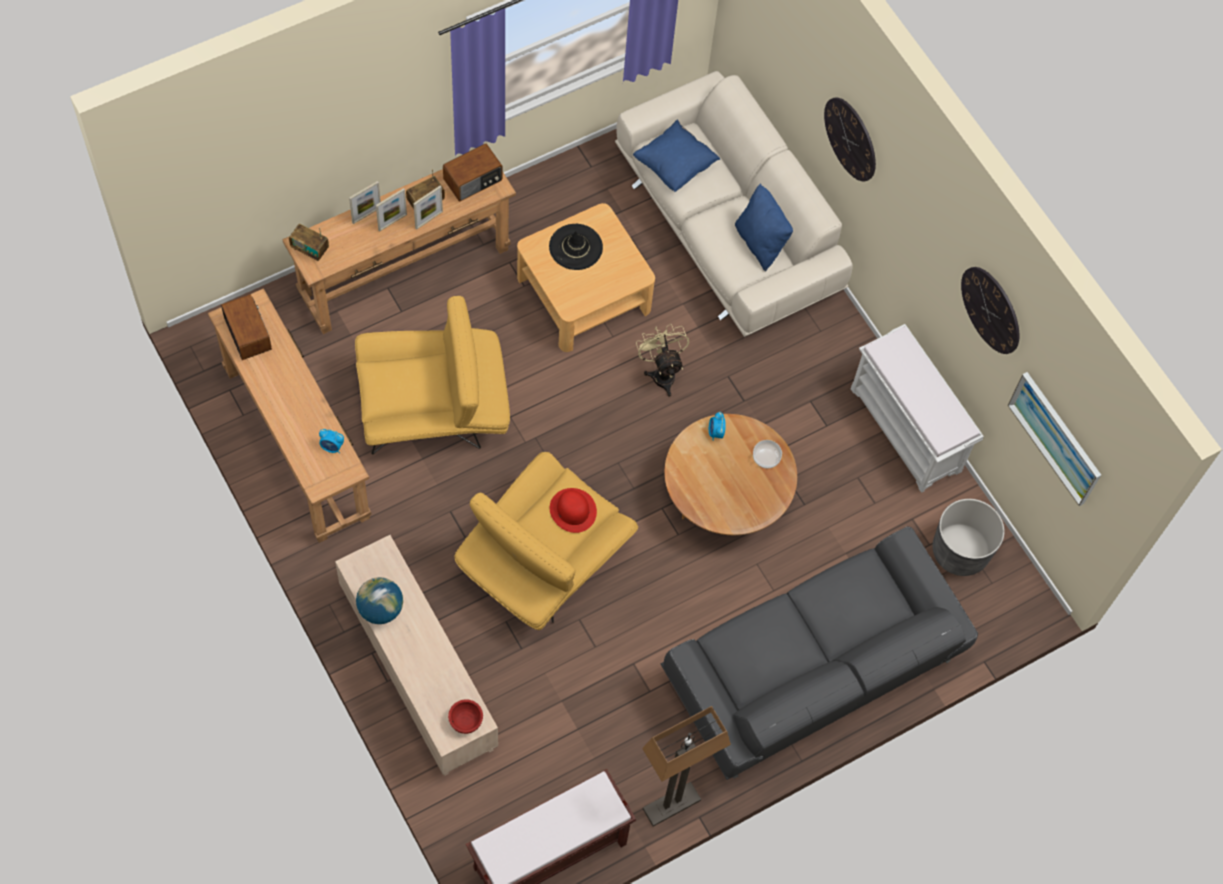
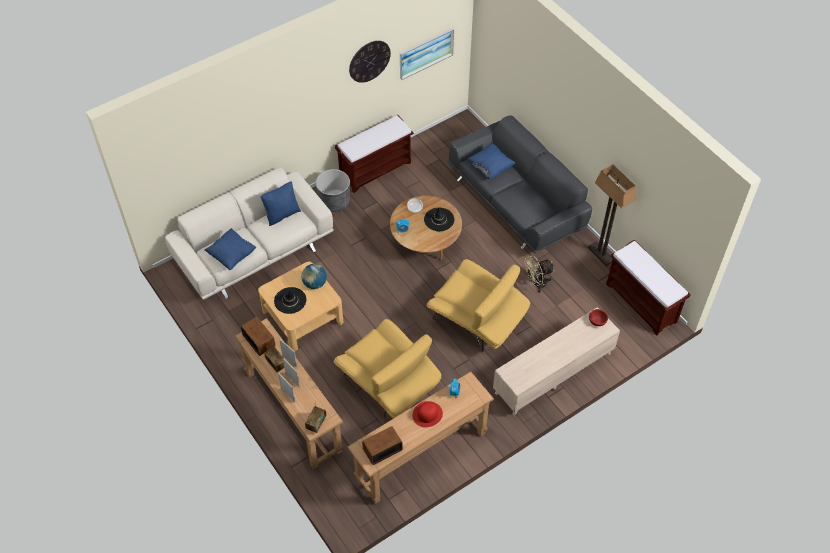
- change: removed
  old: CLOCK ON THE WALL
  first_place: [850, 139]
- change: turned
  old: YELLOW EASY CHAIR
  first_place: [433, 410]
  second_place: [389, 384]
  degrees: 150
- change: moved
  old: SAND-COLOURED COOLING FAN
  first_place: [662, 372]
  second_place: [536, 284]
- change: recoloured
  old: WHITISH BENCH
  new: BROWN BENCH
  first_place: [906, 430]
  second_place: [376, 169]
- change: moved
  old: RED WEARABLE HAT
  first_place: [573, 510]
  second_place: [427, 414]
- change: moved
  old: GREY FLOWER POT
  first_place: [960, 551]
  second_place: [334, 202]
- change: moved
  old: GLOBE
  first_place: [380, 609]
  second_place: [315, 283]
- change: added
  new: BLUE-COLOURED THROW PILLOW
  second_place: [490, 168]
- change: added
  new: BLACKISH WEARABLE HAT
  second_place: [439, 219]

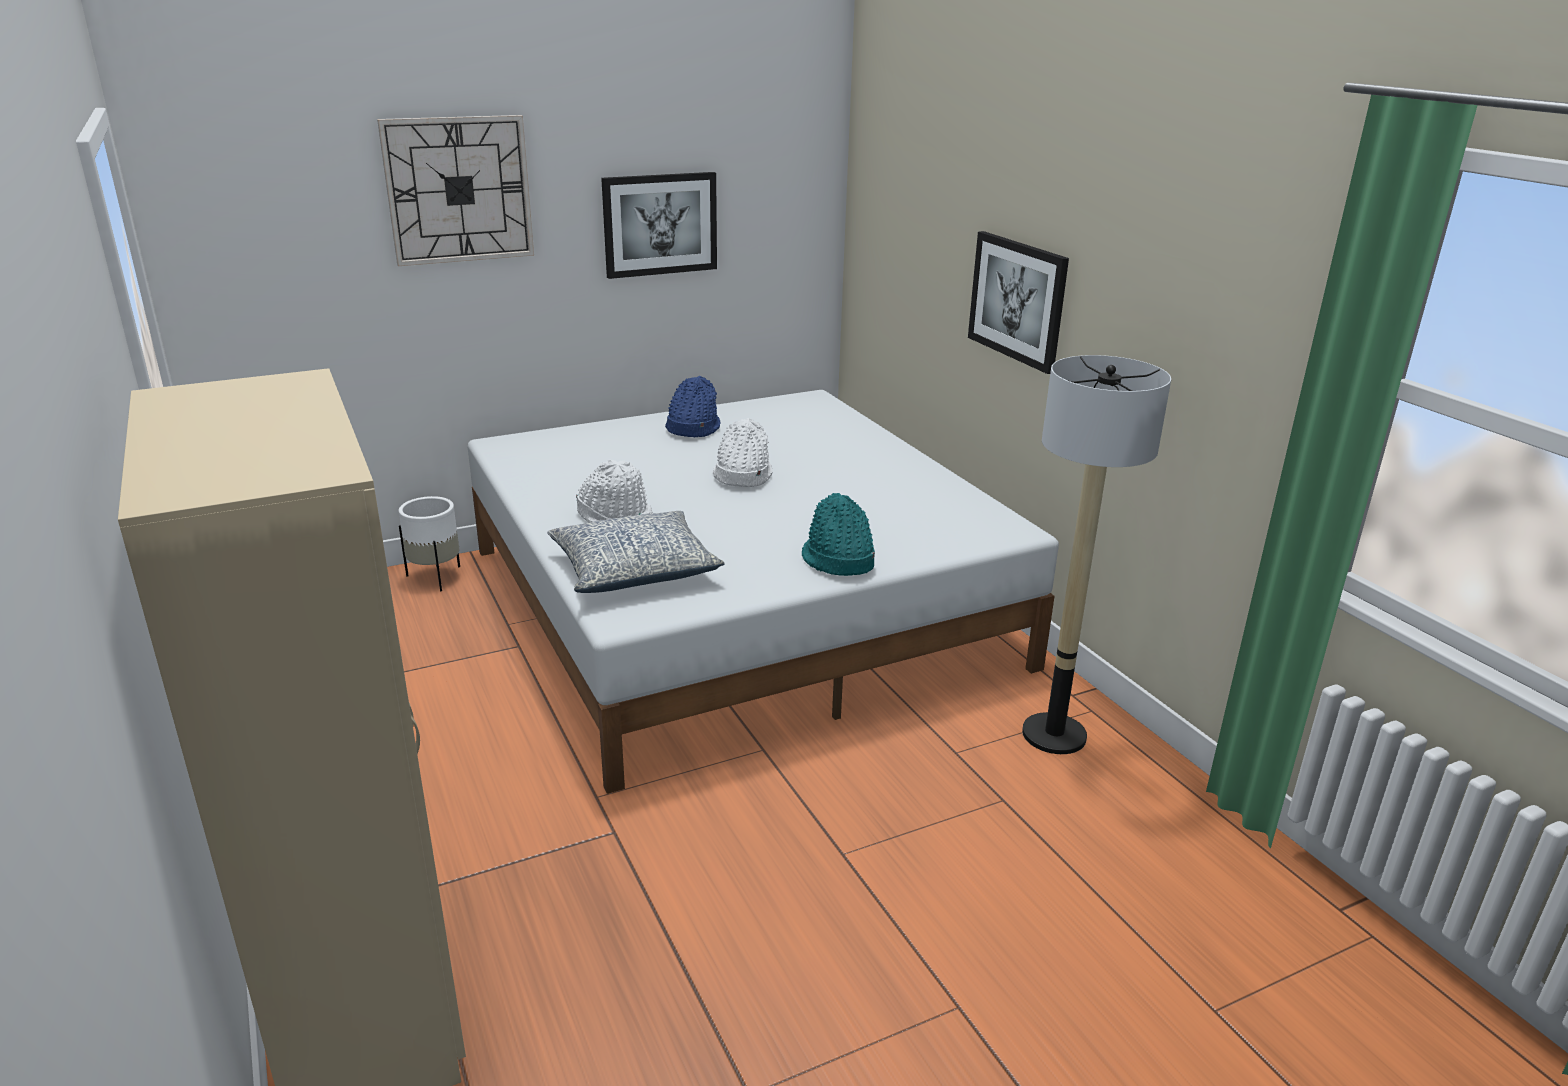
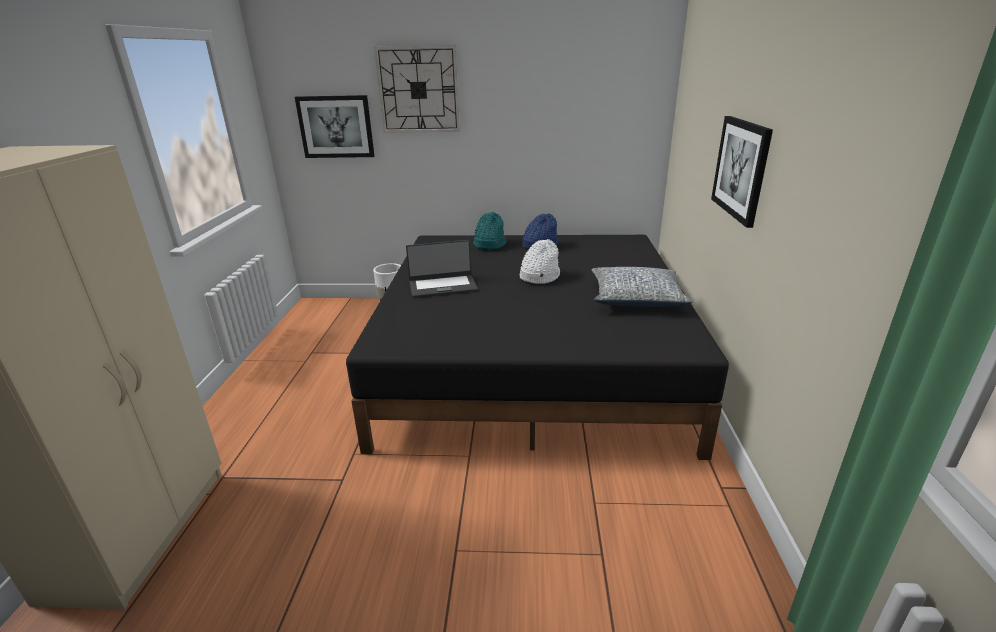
- change: moved
  old: WALL ART
  first_place: [660, 224]
  second_place: [336, 127]
- change: removed
  old: STANDARD LAMP
  first_place: [1054, 735]
- change: recoloured
  old: WHITISH BEDROOM BED
  new: BLACKISH BEDROOM BED
  first_place: [739, 606]
  second_place: [532, 359]
- change: replaced
  old: WHITISH WEARABLE HAT
  new: PORTABLE COMPUTER
  first_place: [615, 515]
  second_place: [442, 286]
- change: moved
  old: TURQUOISE-COLOURED WEARABLE HAT
  first_place: [837, 560]
  second_place: [489, 244]
- change: moved
  old: THROW PILLOW
  first_place: [634, 570]
  second_place: [636, 298]

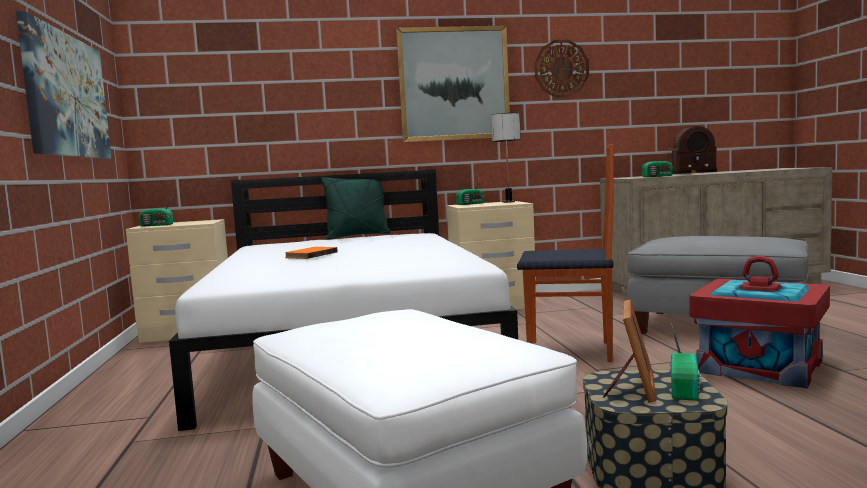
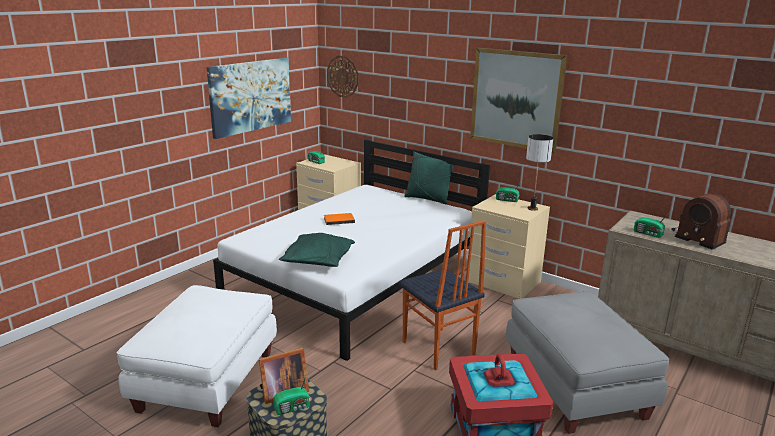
- change: moved
  old: CLOCK ON THE WALL
  first_place: [561, 69]
  second_place: [343, 76]
- change: added
  new: GREEN-COLOURED THROW PILLOW
  second_place: [318, 261]

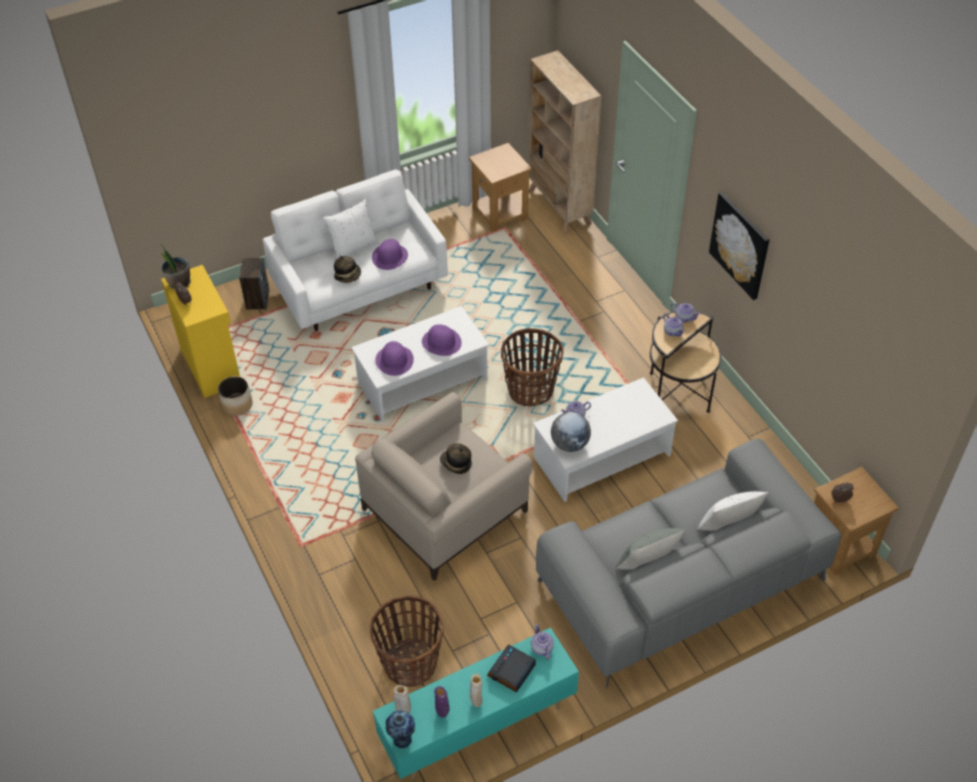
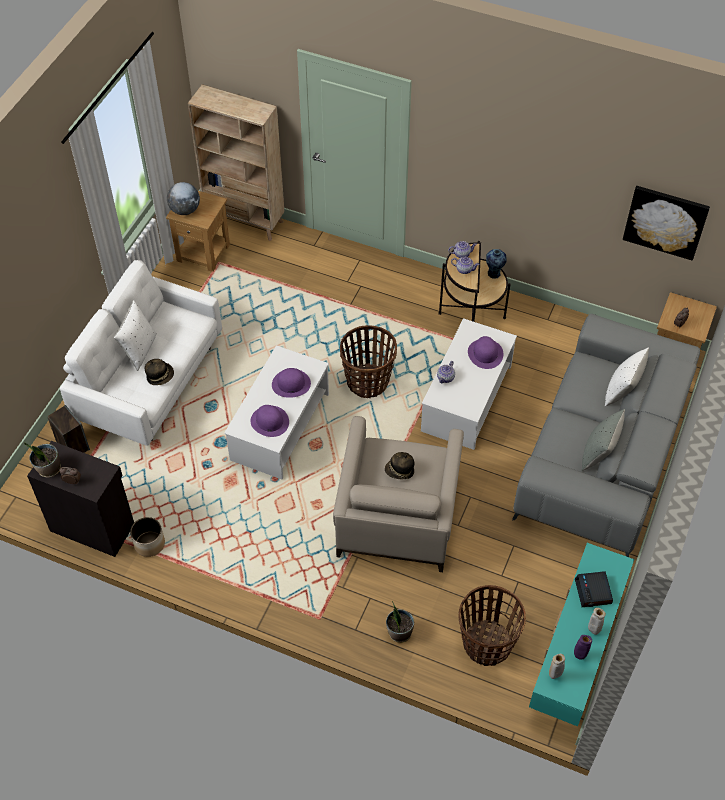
- change: moved
  old: WALL ART
  first_place: [740, 245]
  second_place: [665, 221]
- change: moved
  old: PURPLISH WEARABLE HAT
  first_place: [390, 257]
  second_place: [485, 353]
- change: recoloured
  old: YELLOW CABINET
  new: BLACKISH CABINET
  first_place: [212, 366]
  second_place: [92, 526]
- change: moved
  old: GLOBE
  first_place: [570, 444]
  second_place: [185, 210]
- change: removed
  old: TEAPOT
  first_place: [541, 648]
- change: moved
  old: DECORATIVE VASE
  first_place: [402, 740]
  second_place: [494, 274]
- change: added
  new: PLANT IN A POT
  second_place: [399, 632]

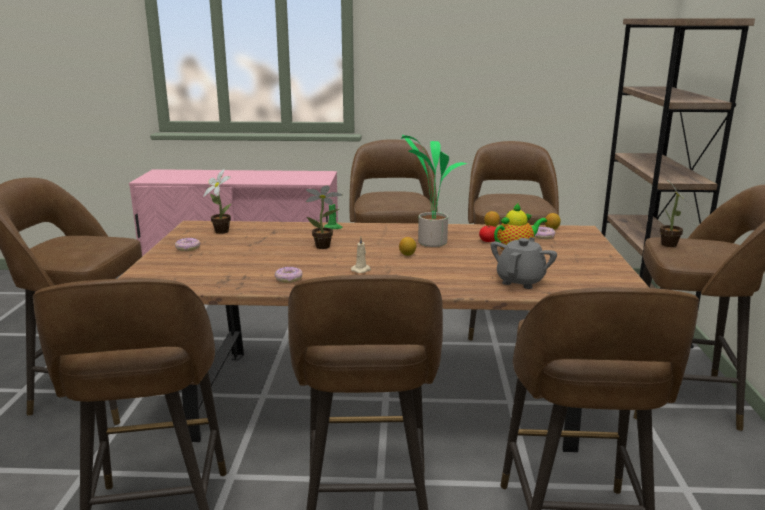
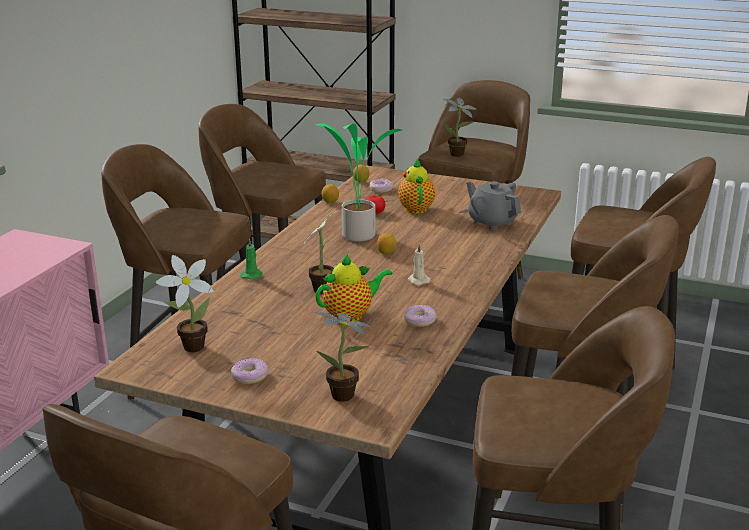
- change: added
  new: TEAPOT
  second_place: [351, 315]
- change: added
  new: PLANT IN A POT
  second_place: [346, 397]

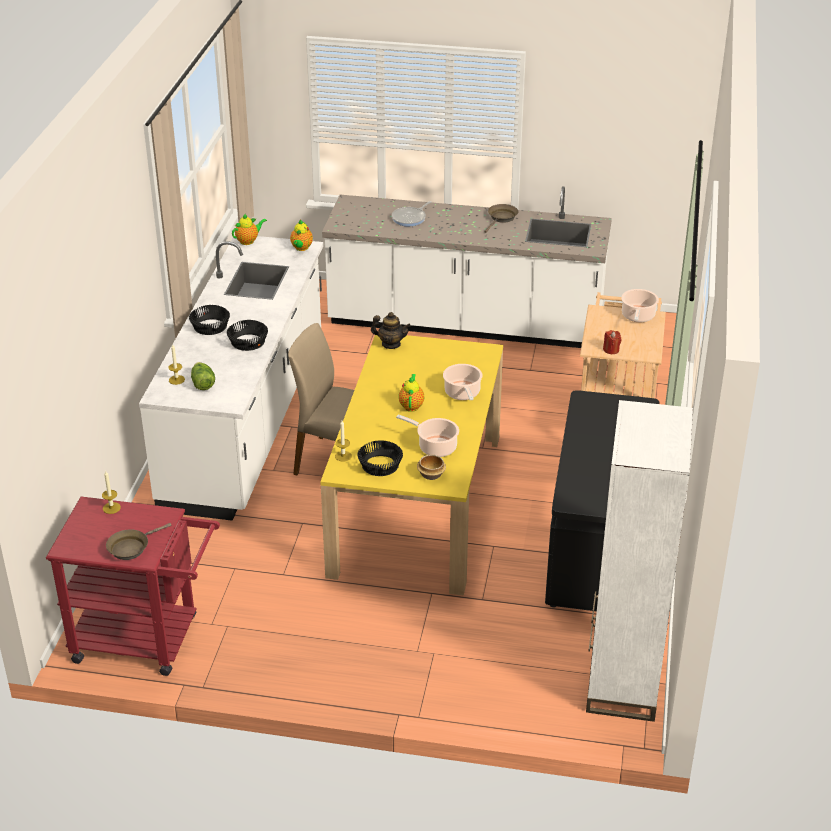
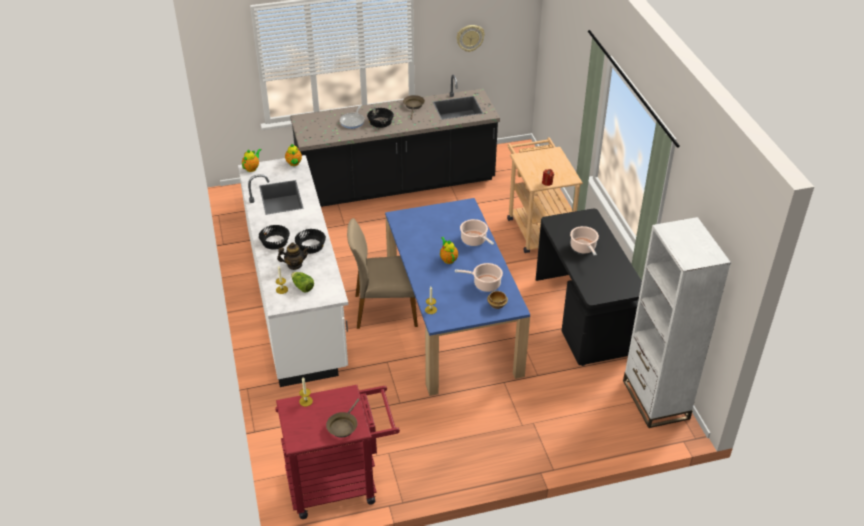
- change: recoloured
  old: WHITISH KITCHEN COUNTER
  new: BLACKISH KITCHEN COUNTER
  first_place: [465, 324]
  second_place: [396, 185]
- change: moved
  old: COOKING POT
  first_place: [638, 317]
  second_place: [583, 248]
- change: moved
  old: TEAPOT
  first_place: [391, 344]
  second_place: [294, 265]
- change: recoloured
  old: YELLOW KITCHEN TABLE
  new: BLUE-COLOURED KITCHEN TABLE
  first_place: [418, 503]
  second_place: [453, 322]
- change: moved
  old: BLACKISH SERVING BOWL
  first_place: [379, 465]
  second_place: [380, 122]
- change: added
  new: CLOCK ON THE WALL
  second_place: [470, 38]

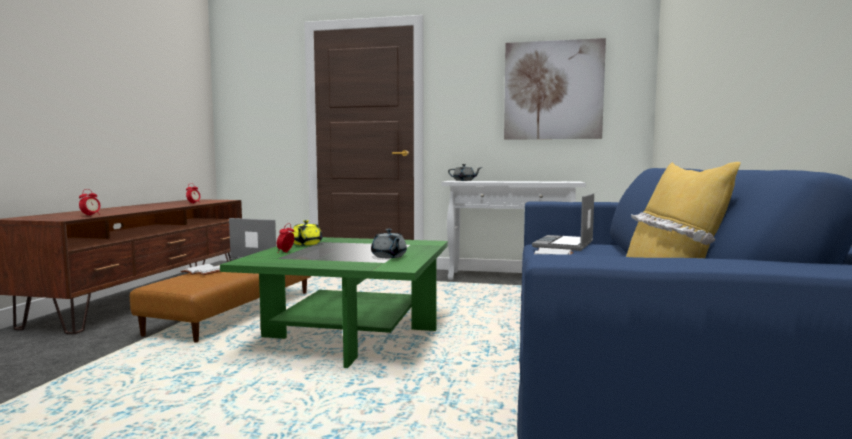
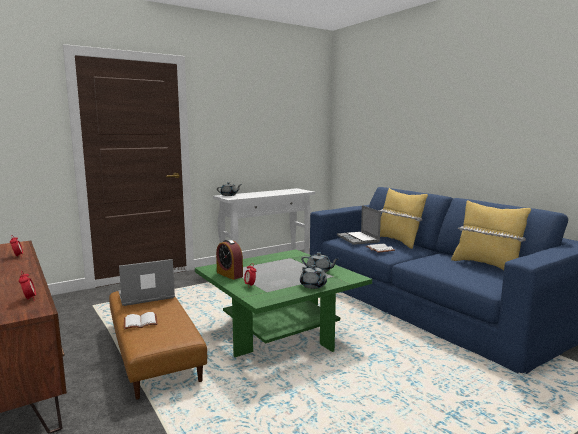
- change: removed
  old: WALL ART
  first_place: [553, 90]
- change: replaced
  old: YELLOW TEAPOT
  new: BEDSIDE CLOCK
  first_place: [306, 244]
  second_place: [229, 274]
- change: added
  new: YELLOW THROW PILLOW
  second_place: [398, 241]
- change: added
  new: GREY TEAPOT
  second_place: [313, 286]

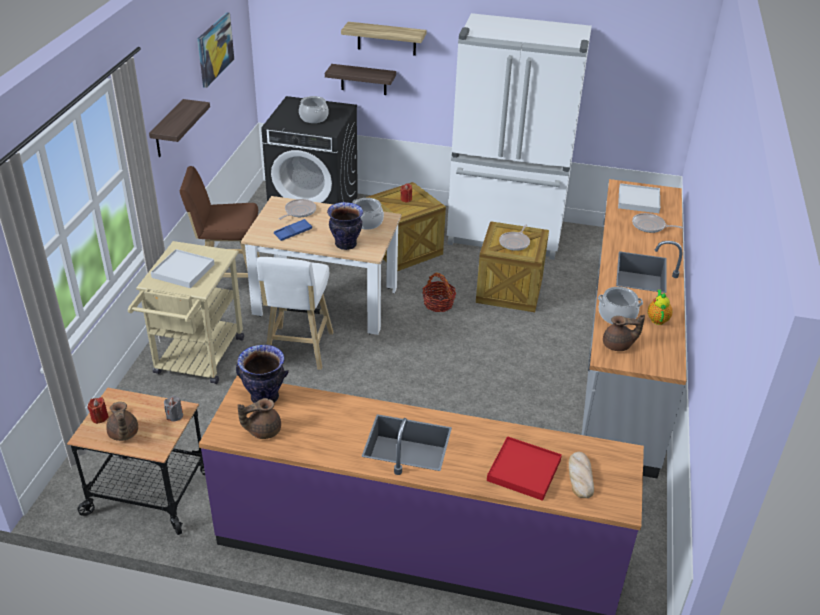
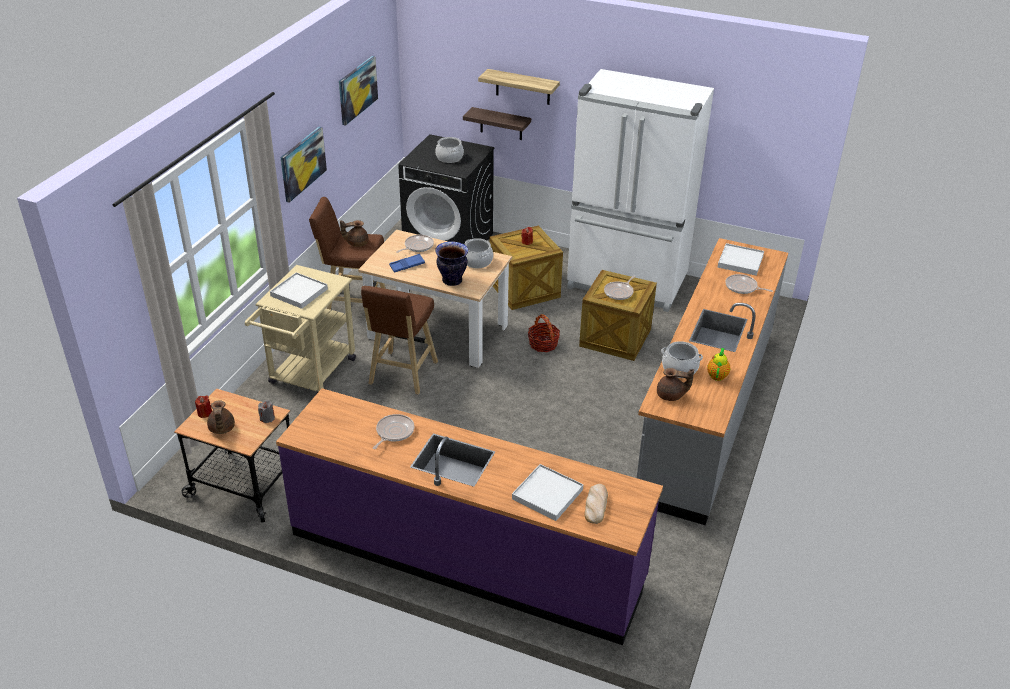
- change: replaced
  old: WALL SHELF
  new: WALL ART
  first_place: [168, 130]
  second_place: [302, 163]
- change: recoloured
  old: WHITISH STOOL
  new: BROWN STOOL
  first_place: [298, 350]
  second_place: [402, 375]
- change: removed
  old: DECORATIVE VASE
  first_place: [265, 397]
- change: moved
  old: BROWN TEAPOT
  first_place: [263, 430]
  second_place: [356, 243]
- change: recoloured
  old: RED SERVING TRAY
  new: WHITISH SERVING TRAY
  first_place: [524, 471]
  second_place: [547, 494]
- change: added
  new: FRYING PAN
  second_place: [393, 432]

